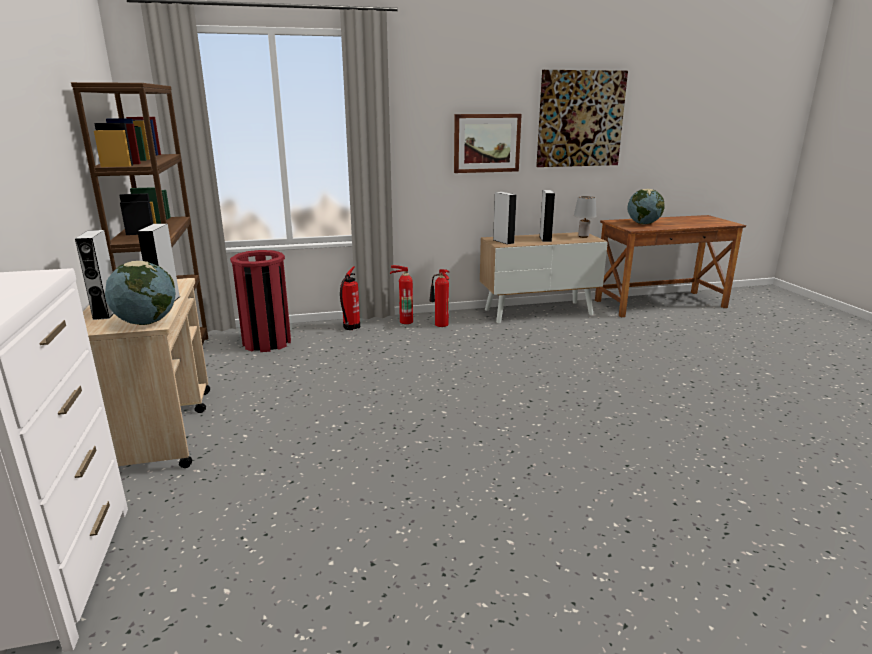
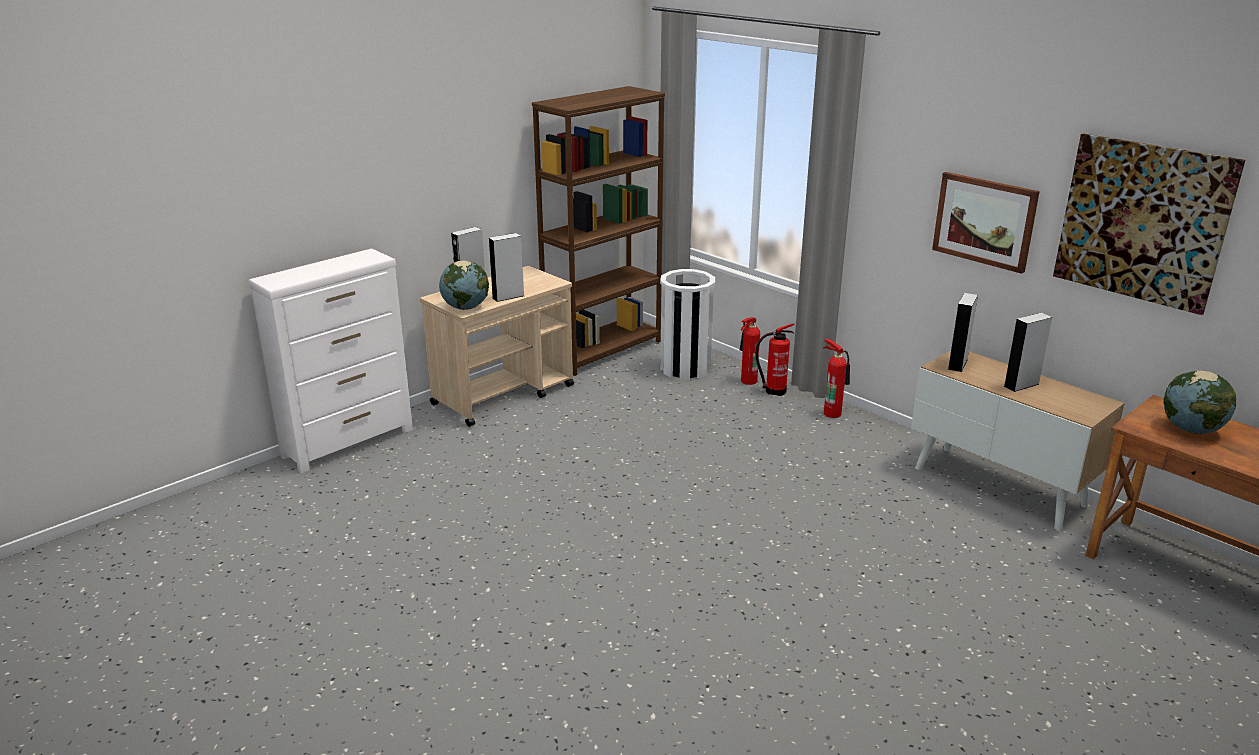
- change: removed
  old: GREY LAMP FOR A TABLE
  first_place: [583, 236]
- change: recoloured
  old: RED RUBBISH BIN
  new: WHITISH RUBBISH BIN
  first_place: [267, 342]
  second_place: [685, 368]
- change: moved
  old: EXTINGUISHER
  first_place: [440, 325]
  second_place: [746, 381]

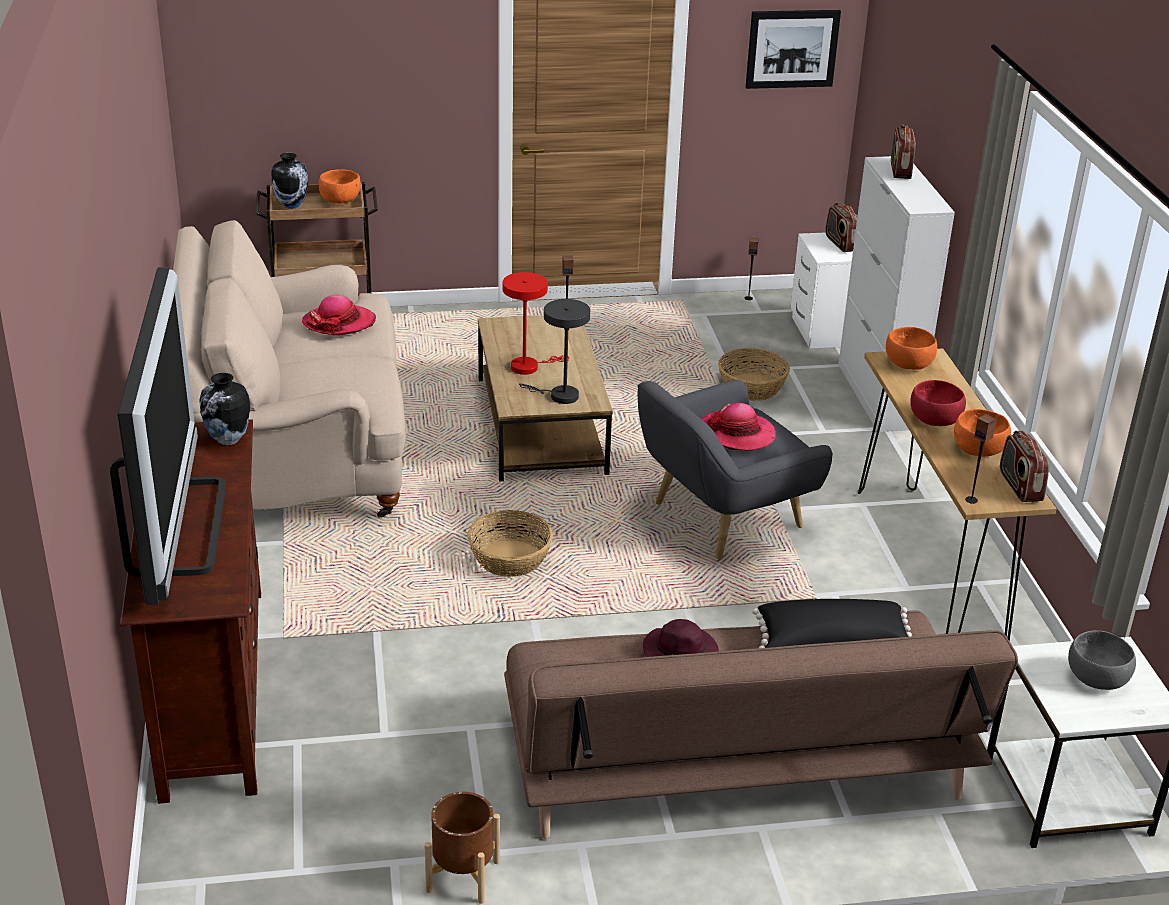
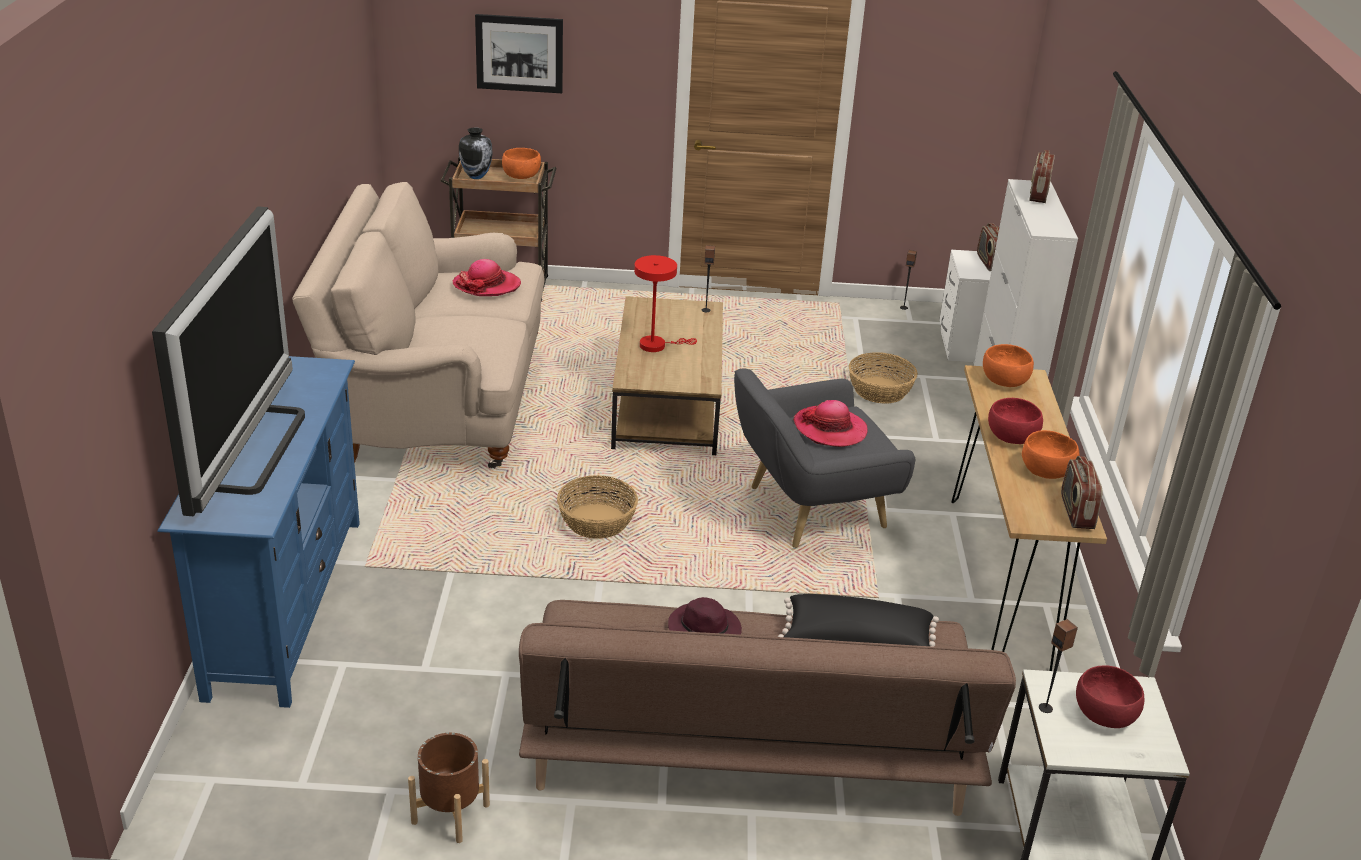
- change: moved
  old: WALL ART
  first_place: [792, 49]
  second_place: [519, 53]
- change: removed
  old: GREY LAMP FOR A TABLE
  first_place: [559, 396]
- change: removed
  old: DECORATIVE VASE
  first_place: [228, 440]
- change: moved
  old: AUDIO SPEAKER
  first_place: [971, 500]
  second_place: [1046, 708]
- change: recoloured
  old: BROWN TV UNIT
  new: BLUE-COLOURED TV UNIT
  first_place: [212, 689]
  second_place: [285, 604]
- change: recoloured
  old: GREY SERVING BOWL
  new: RED SERVING BOWL
  first_place: [1097, 679]
  second_place: [1104, 715]

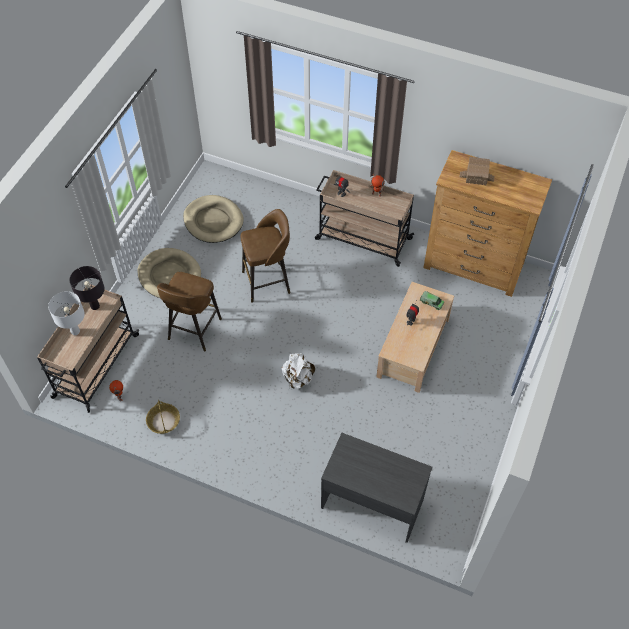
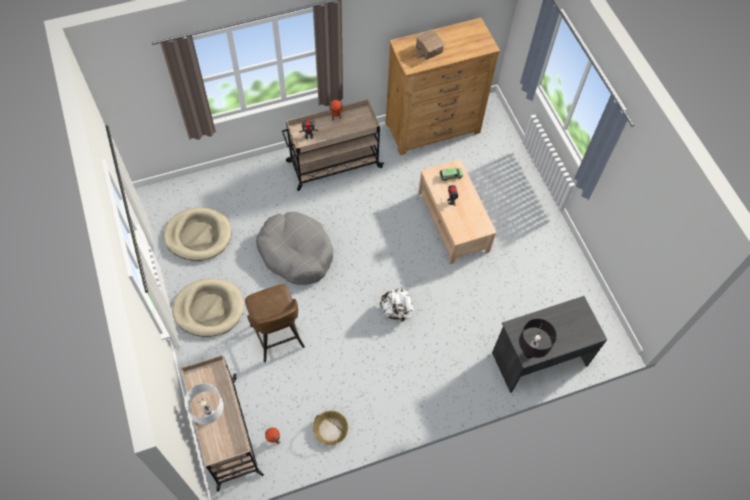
- change: replaced
  old: BROWN STOOL
  new: GREY PET BED
  first_place: [268, 282]
  second_place: [296, 253]
- change: moved
  old: BLACKISH LAMP FOR A TABLE
  first_place: [95, 306]
  second_place: [529, 353]

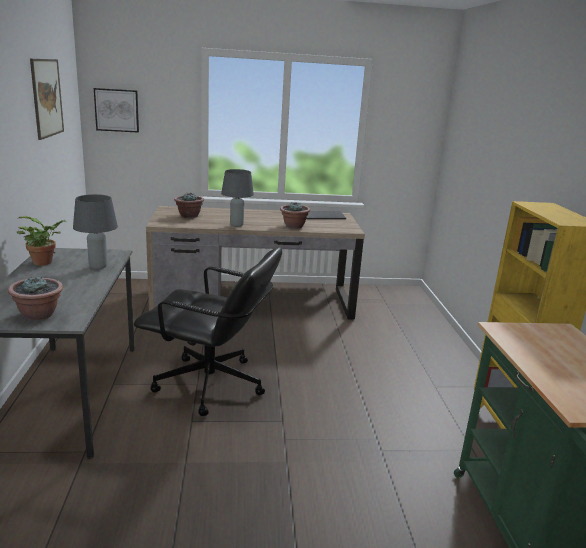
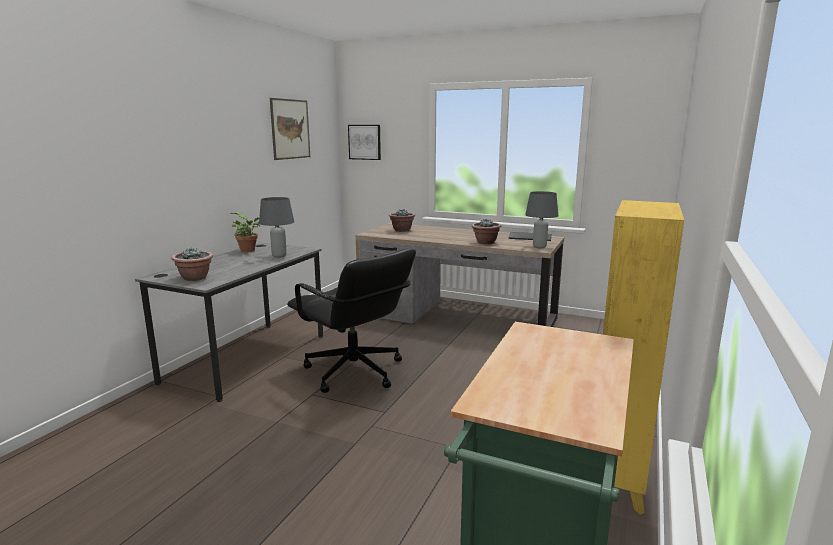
- change: moved
  old: GREY LAMP FOR A TABLE
  first_place: [236, 225]
  second_place: [539, 247]

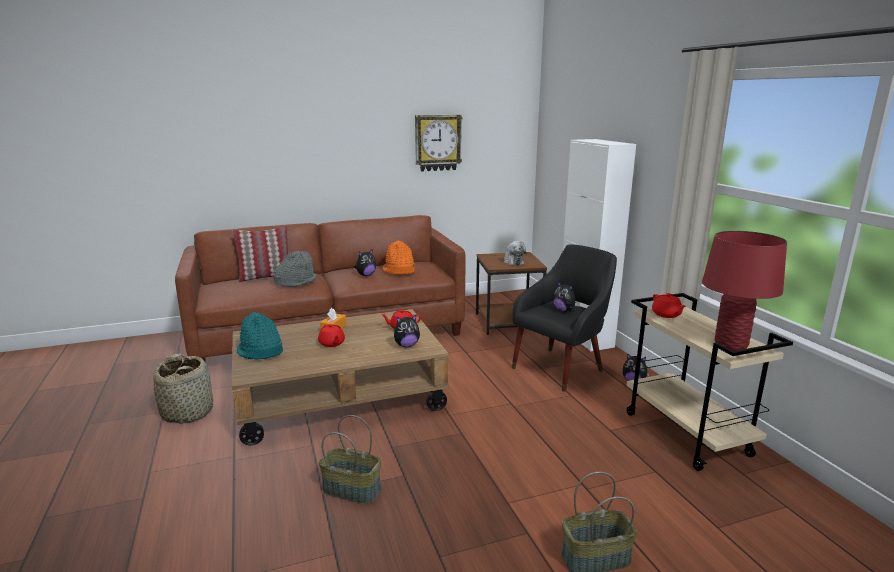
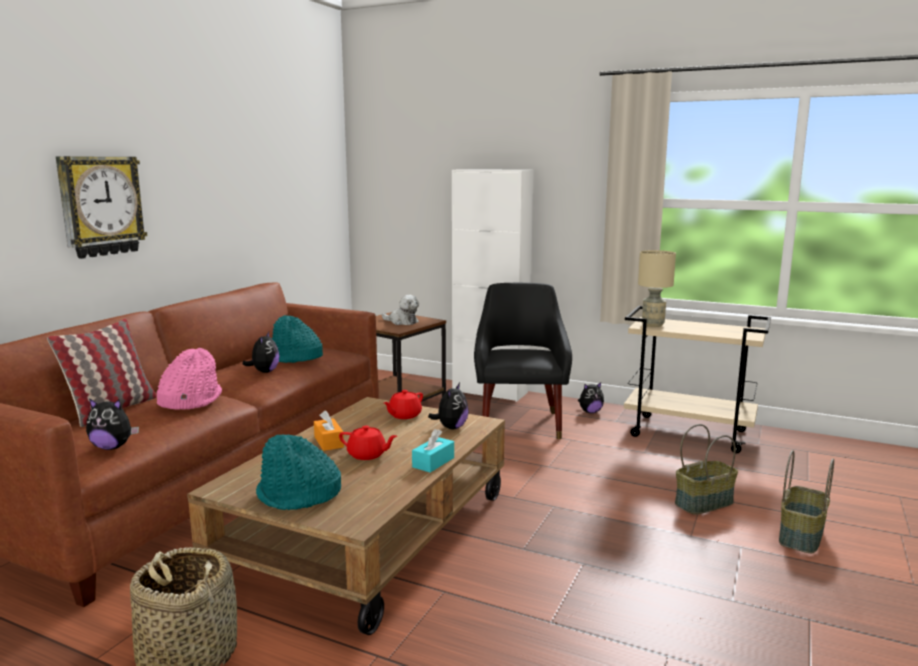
- change: moved
  old: CLOCK ON THE WALL
  first_place: [437, 143]
  second_place: [101, 206]
- change: removed
  old: RED LAMP FOR A TABLE
  first_place: [730, 345]
- change: recoloured
  old: ORANGEY WEARABLE HAT
  new: TURQUOISE-COLOURED WEARABLE HAT
  first_place: [399, 271]
  second_place: [295, 358]
- change: recoloured
  old: GREY WEARABLE HAT
  new: PINKISH WEARABLE HAT
  first_place: [295, 282]
  second_place: [190, 401]
- change: moved
  old: CUDDLY TOY
  first_place: [564, 310]
  second_place: [113, 447]
- change: replaced
  old: RED TEAPOT
  new: SAND-COLOURED LAMP FOR A TABLE
  first_place: [666, 315]
  second_place: [653, 325]
- change: moved
  old: HOUSEHOLD BASKET
  first_place: [352, 489]
  second_place: [703, 502]
- change: added
  new: TURQUOISE-COLOURED TISSUE HOLDER
  second_place: [433, 462]

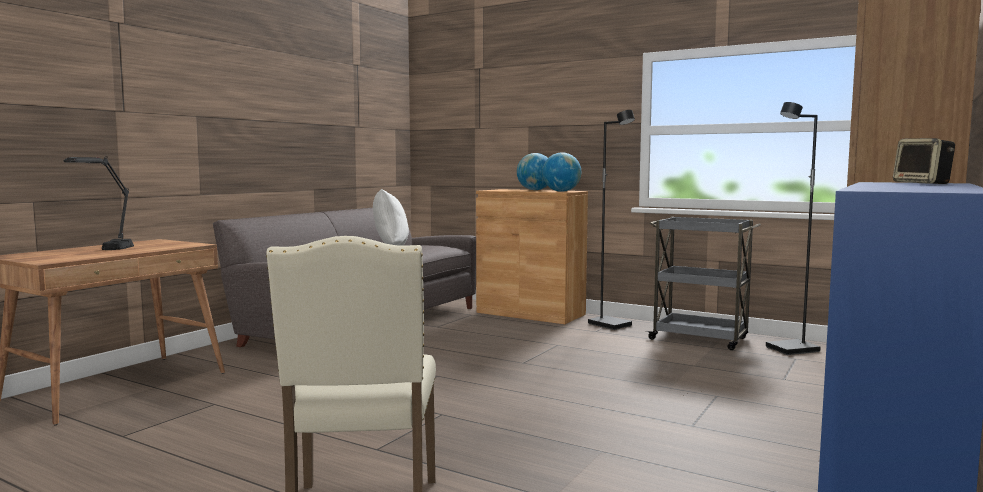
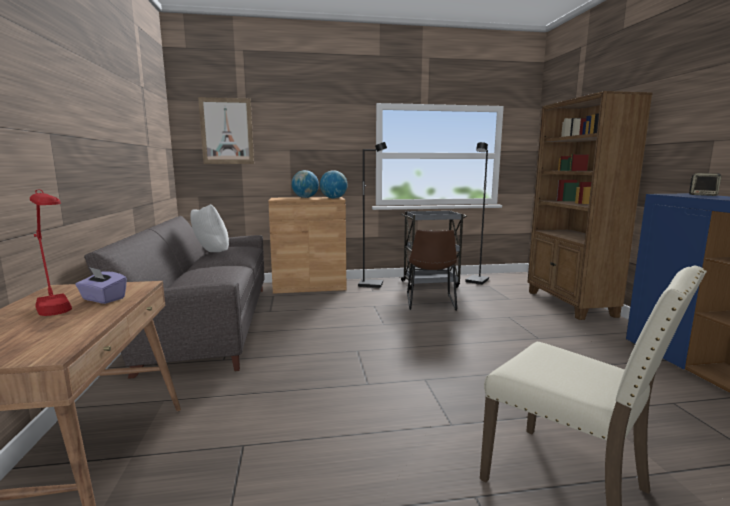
- change: recoloured
  old: BLACKISH LAMP FOR A TABLE
  new: RED LAMP FOR A TABLE
  first_place: [105, 250]
  second_place: [58, 316]
- change: added
  new: WALL ART
  second_place: [227, 131]
- change: added
  new: BROWN PLAIN CHAIR
  second_place: [430, 303]
- change: added
  new: PURPLISH TISSUE HOLDER
  second_place: [103, 299]

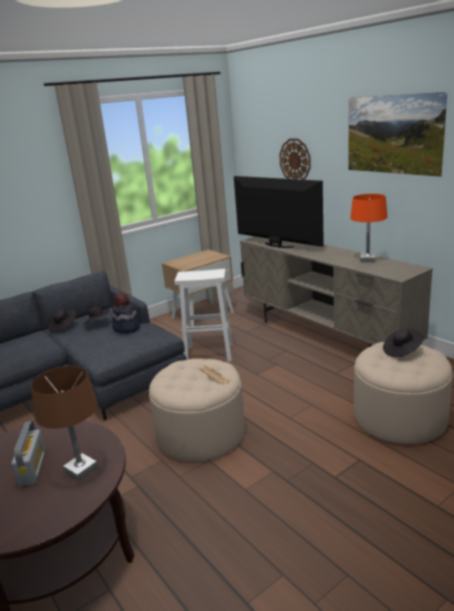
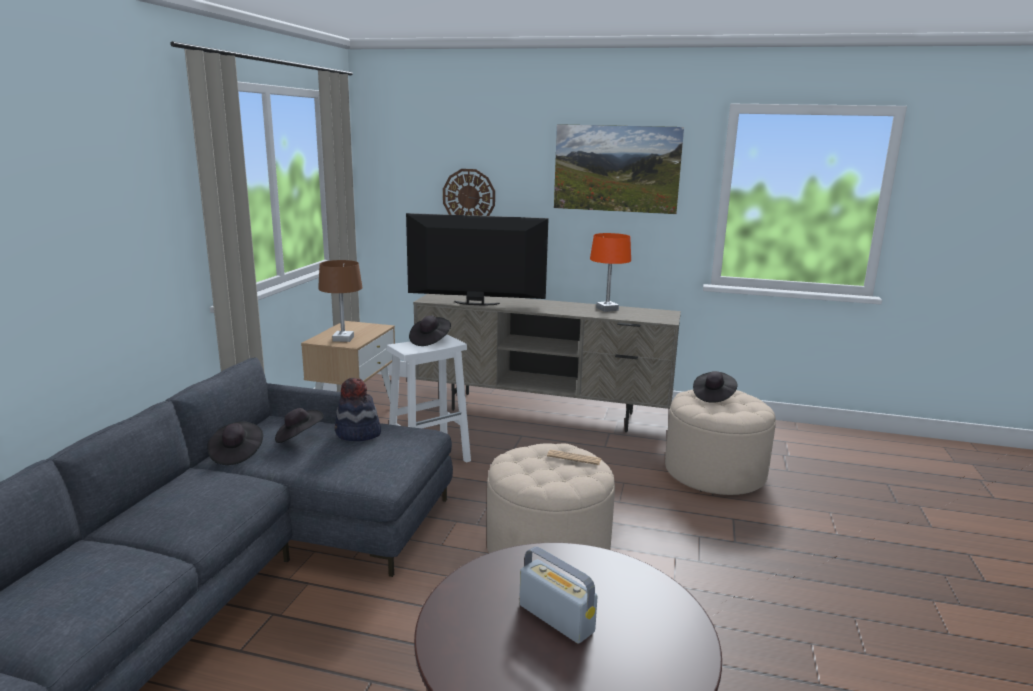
- change: moved
  old: BROWN LAMP FOR A TABLE
  first_place: [81, 470]
  second_place: [343, 339]
- change: added
  new: BLACKISH WEARABLE HAT
  second_place: [430, 341]

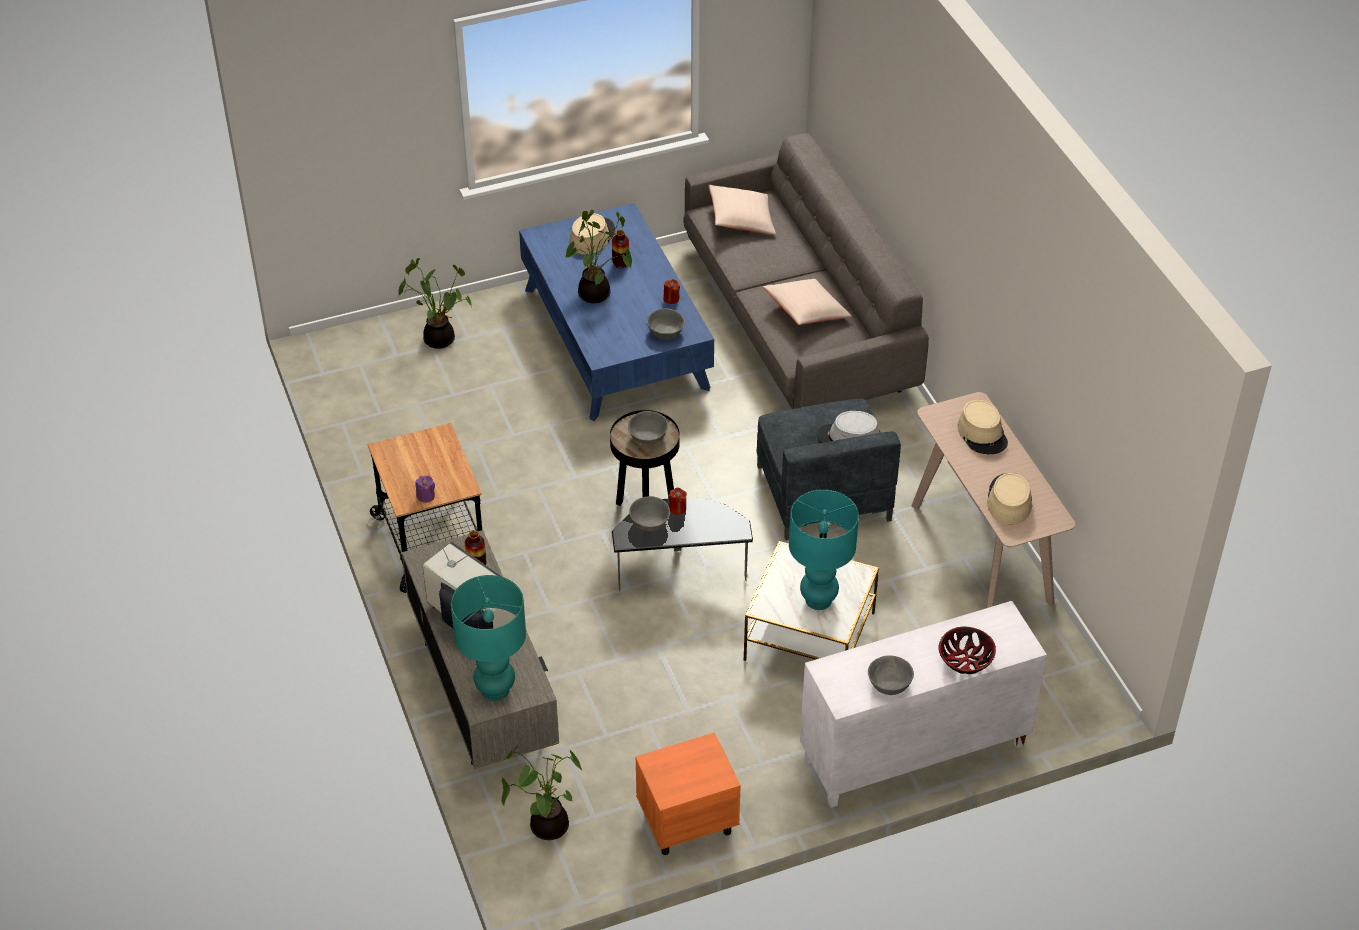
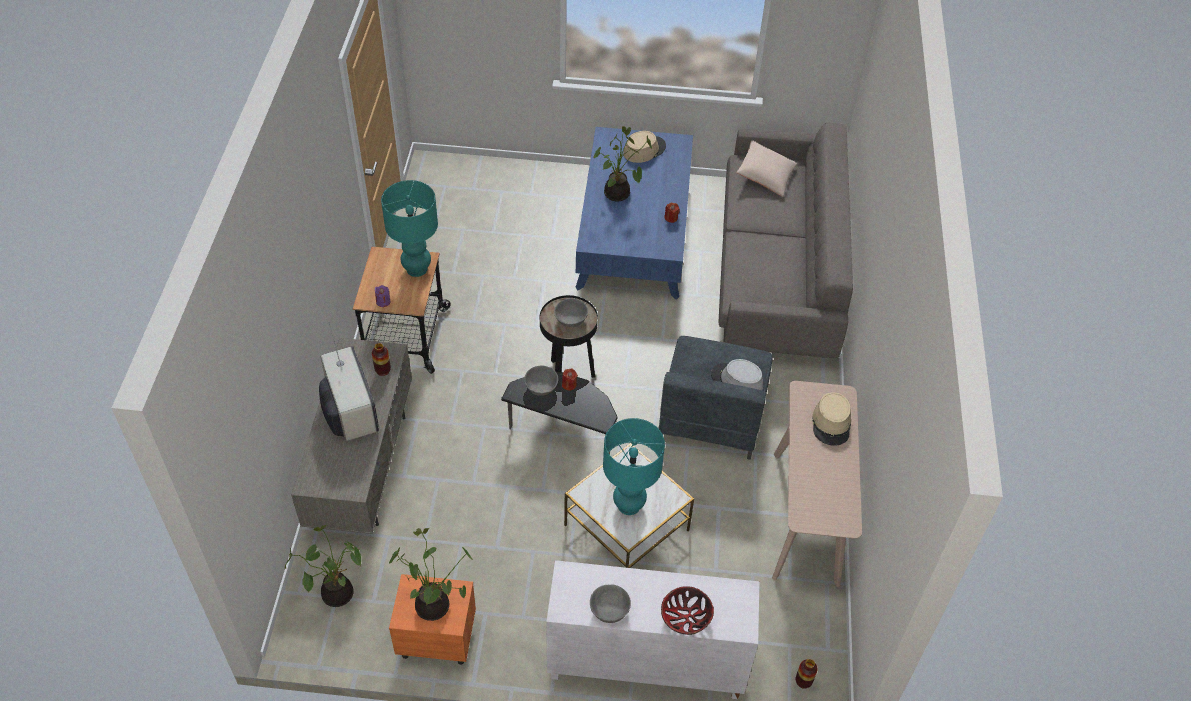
- change: moved
  old: DECORATIVE VASE
  first_place: [620, 263]
  second_place: [803, 681]
- change: moved
  old: PLANT IN A POT
  first_place: [440, 337]
  second_place: [435, 604]
- change: removed
  old: SAND-COLOURED THROW PILLOW
  first_place: [806, 312]
- change: removed
  old: GREY SERVING BOWL
  first_place: [665, 332]
- change: removed
  old: SAND-COLOURED WEARABLE HAT
  first_place: [1009, 500]
- change: moved
  old: TURQUOISE-COLOURED LAMP FOR A TABLE
  first_place: [495, 690]
  second_place: [417, 269]

